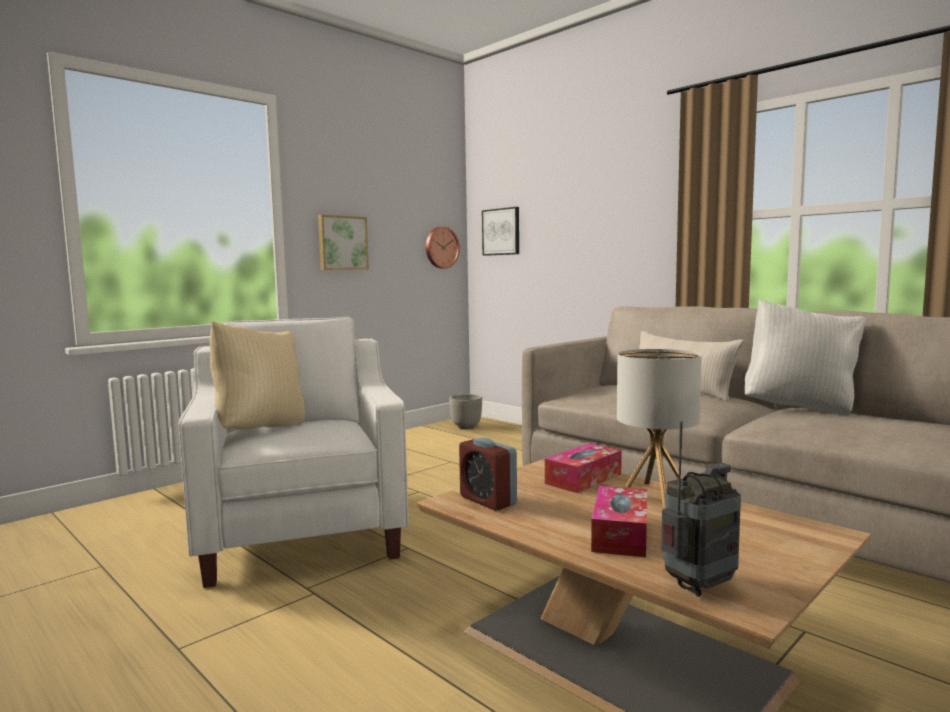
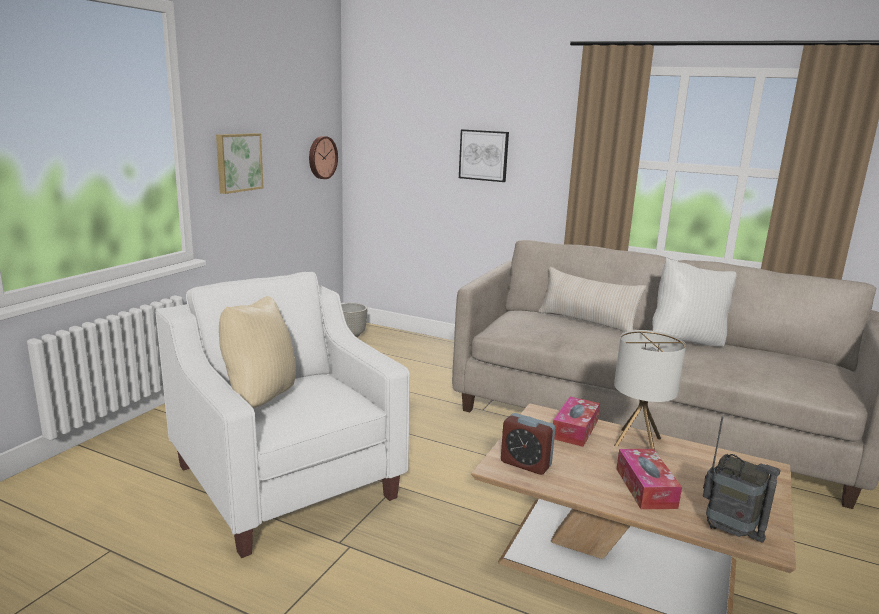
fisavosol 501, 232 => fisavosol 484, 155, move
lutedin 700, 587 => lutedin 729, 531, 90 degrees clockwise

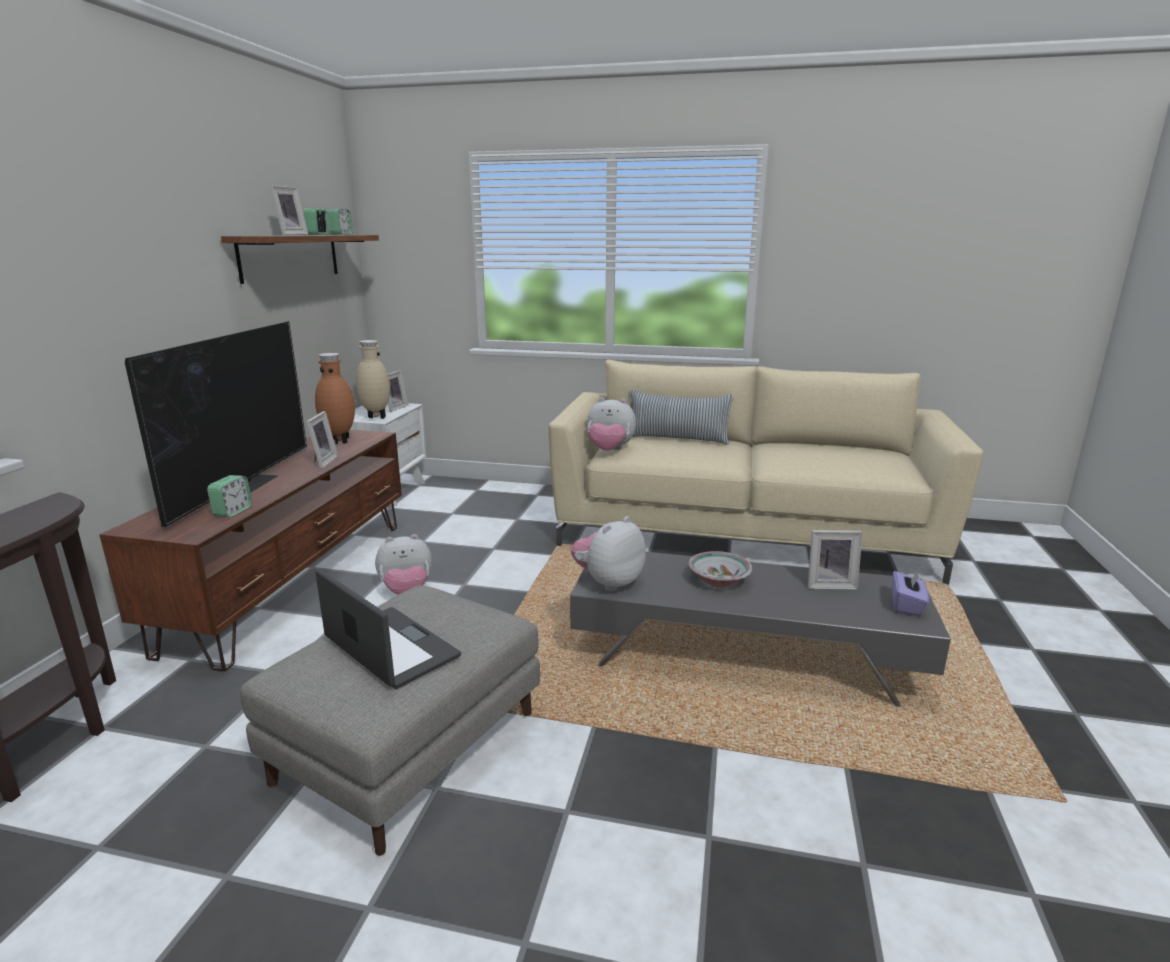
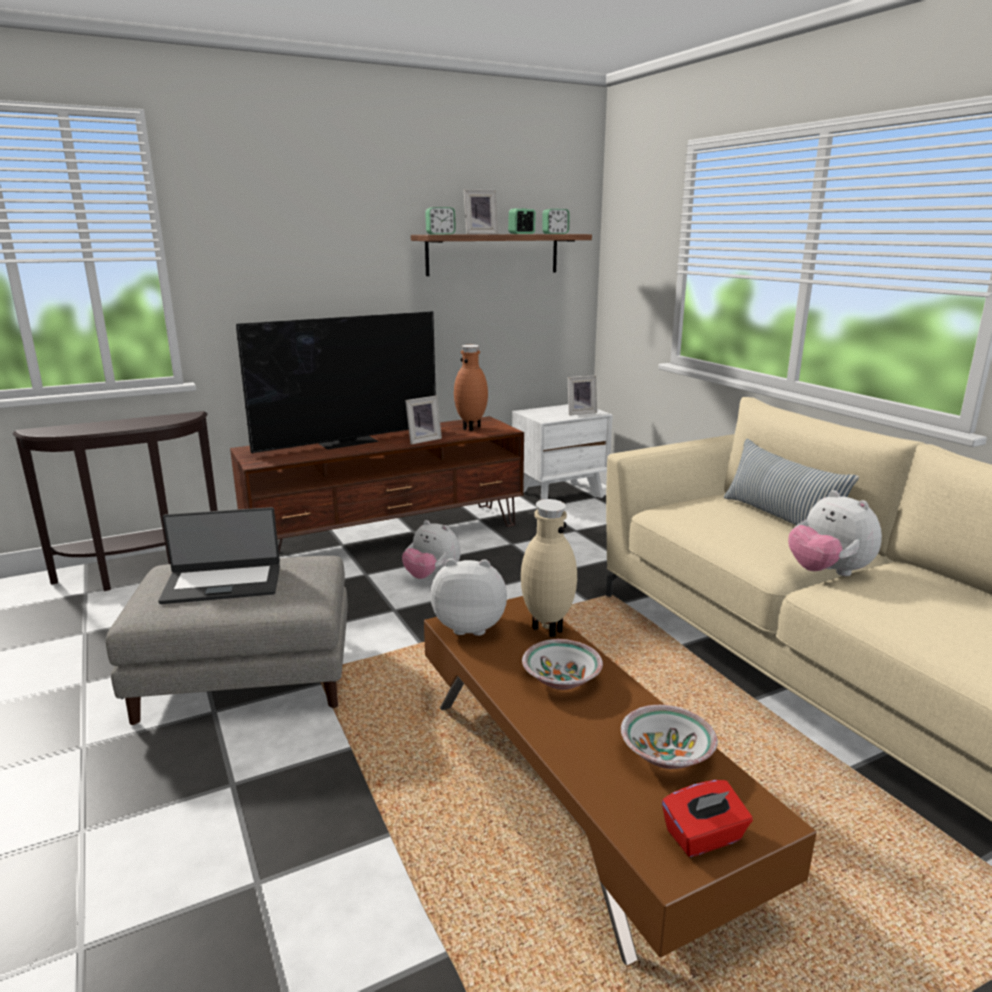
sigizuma 233, 511 => sigizuma 440, 234, move
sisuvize 390, 648 => sisuvize 223, 583, 75 degrees clockwise
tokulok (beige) 375, 417 => tokulok (beige) 546, 628, move
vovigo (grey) 745, 654 => vovigo (brown) 577, 788
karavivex 609, 450 => karavivex 827, 572, move
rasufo 829, 584 => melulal 667, 755
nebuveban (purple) 907, 605 => nebuveban (red) 704, 837

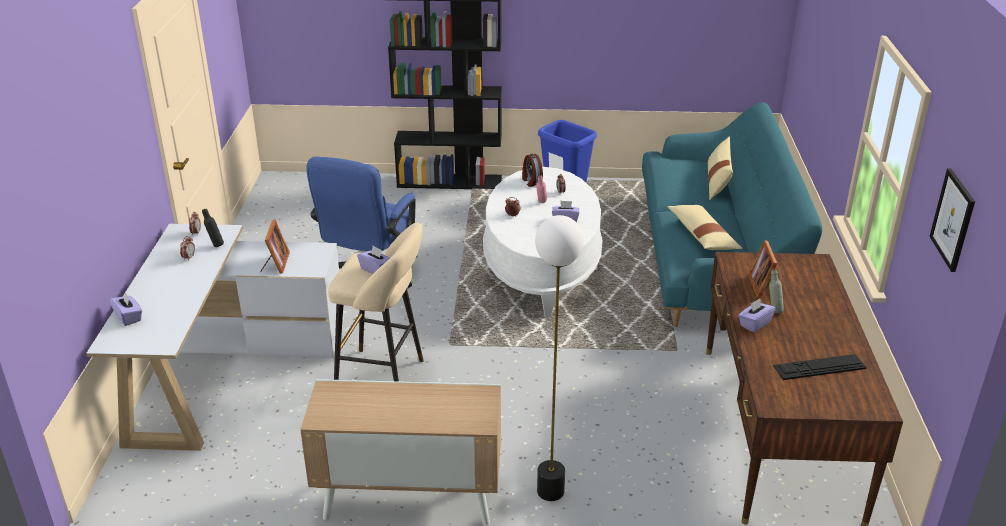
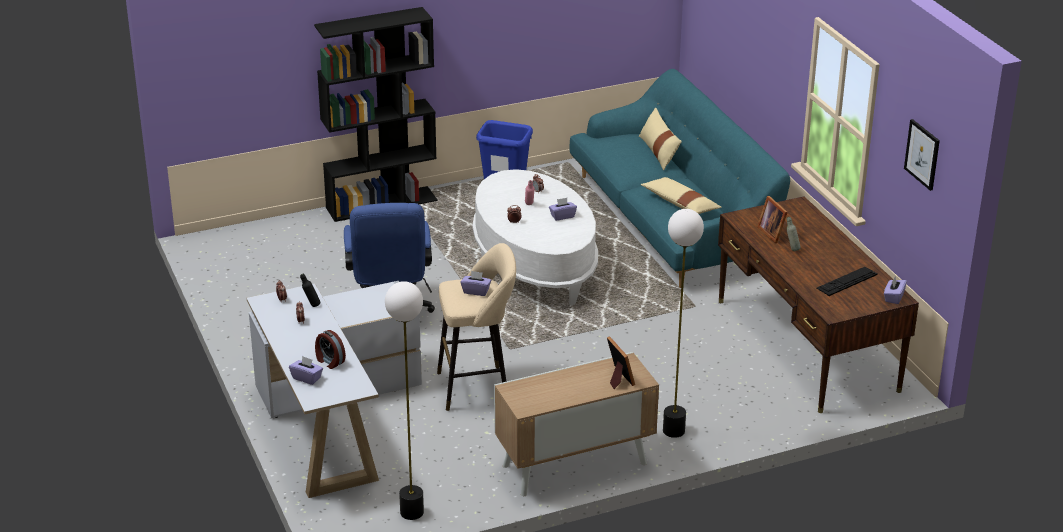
rasufo 276, 264 => rasufo 618, 378, move
sigizuma 531, 181 => sigizuma 329, 361, move
nebuveban (purple) 754, 324 => nebuveban (purple) 893, 297, move
nothing => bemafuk 412, 512

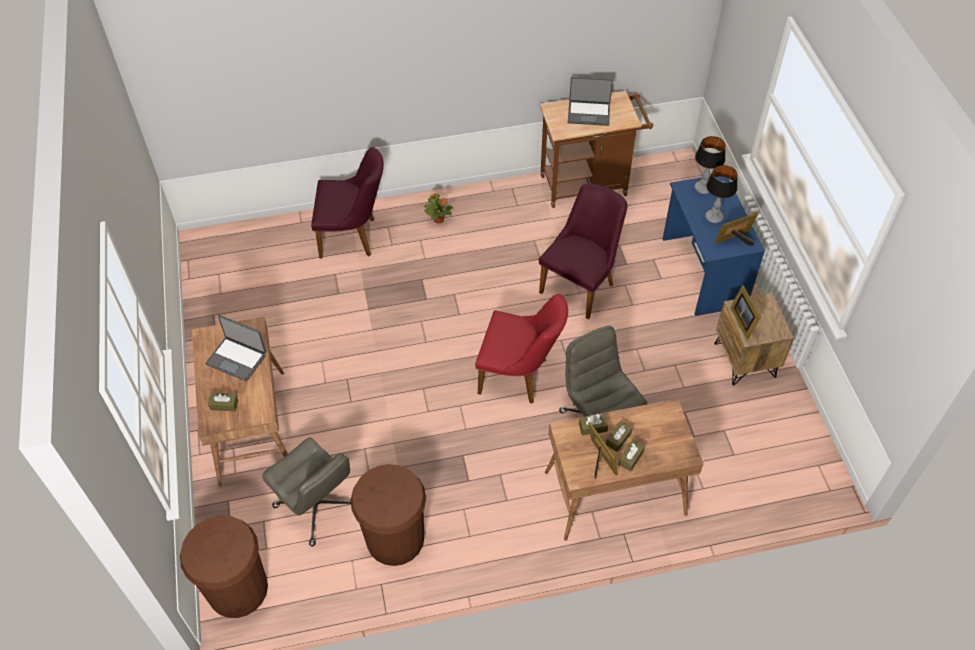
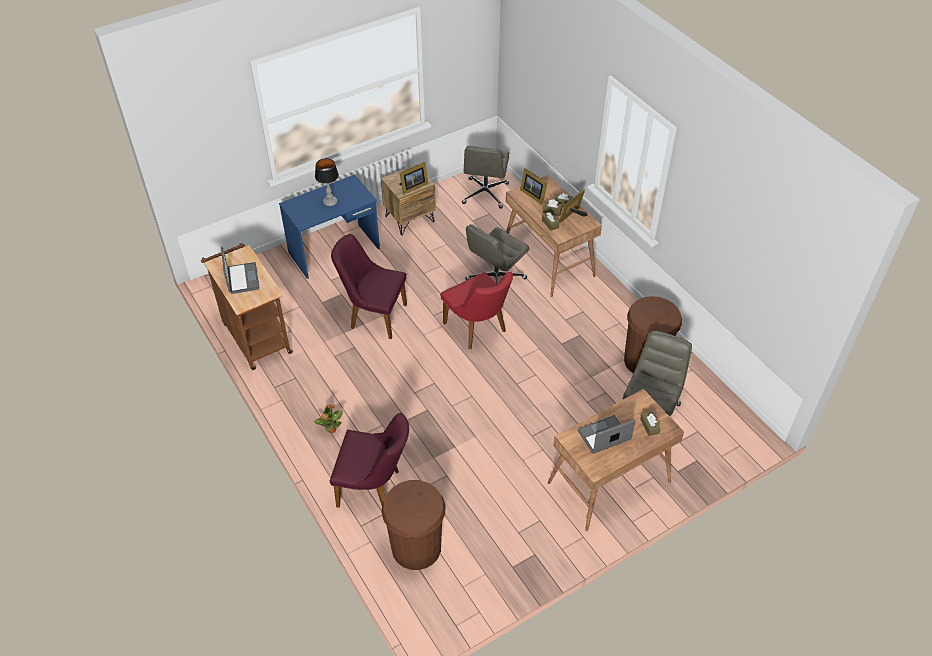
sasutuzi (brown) 238, 589 => sasutuzi (brown) 416, 547, move
sisuvize 237, 358 => sisuvize 604, 436, 120 degrees counterclockwise
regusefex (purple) 354, 237 => regusefex (purple) 375, 488, 120 degrees clockwise
regusefex (red) 519, 376 => regusefex (red) 478, 330, 150 degrees clockwise
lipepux 703, 188 => nothing
rasufo 735, 240 => rasufo 533, 195, move
nothing => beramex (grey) 485, 194

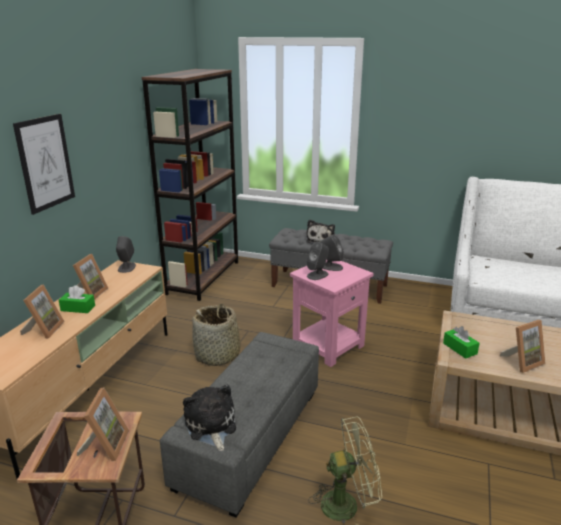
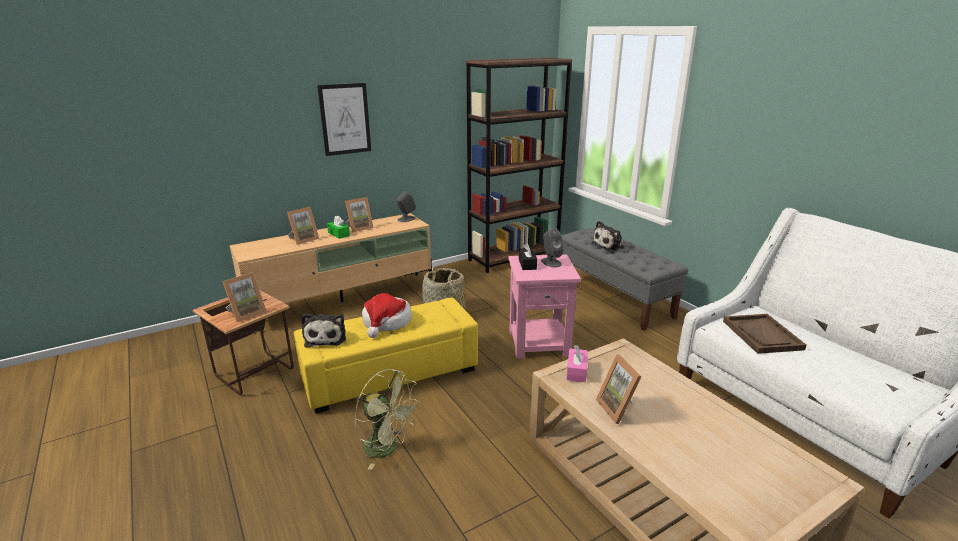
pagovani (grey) 250, 436 => pagovani (yellow) 390, 374
karavivex 211, 426 => karavivex 326, 337, 150 degrees clockwise
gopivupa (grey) 317, 275 => nebuveban (black) 527, 264
nebuveban (green) 459, 348 => nebuveban (pink) 576, 371
rasufo 522, 362 => rasufo 619, 409, 60 degrees clockwise
nothing => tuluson 386, 322
nothing => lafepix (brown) 762, 335

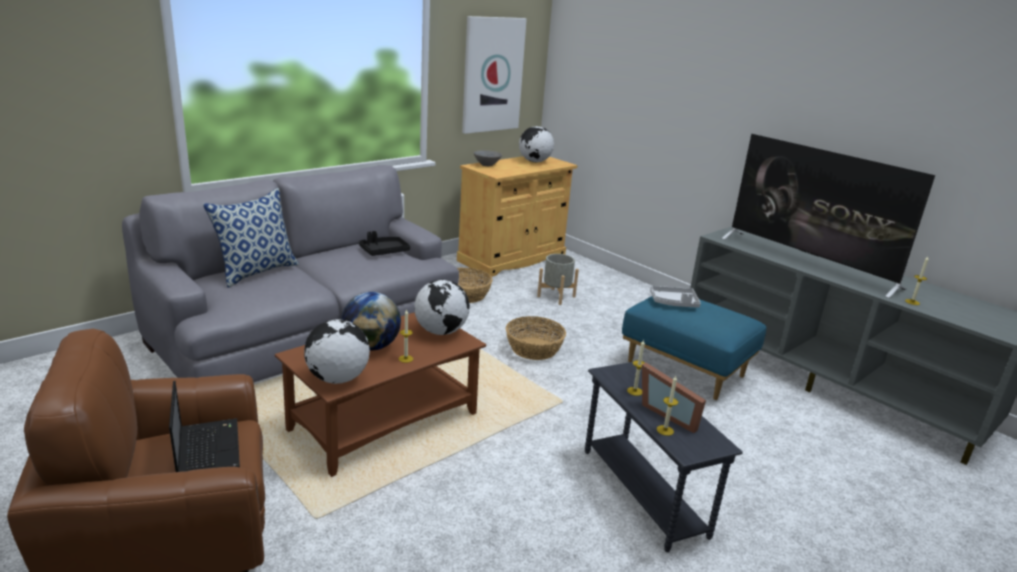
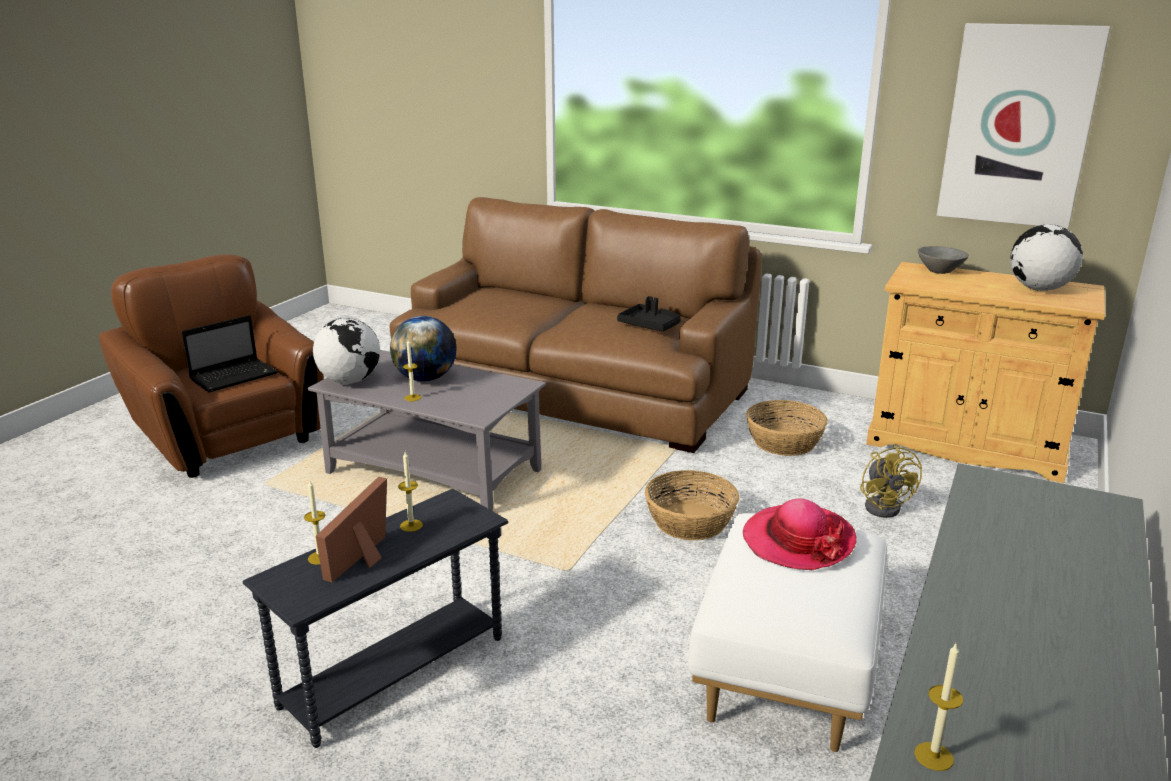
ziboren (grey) 308, 332 => ziboren (brown) 572, 390
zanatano 257, 272 => nothing
vovigo (brown) 385, 421 => vovigo (grey) 435, 472
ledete 441, 331 => nothing
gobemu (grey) 556, 296 => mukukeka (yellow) 885, 506
pagovani (blue) 686, 369 => pagovani (white) 788, 674
lafepix (grey) 674, 303 => tuluson 798, 541
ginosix 808, 262 => nothing

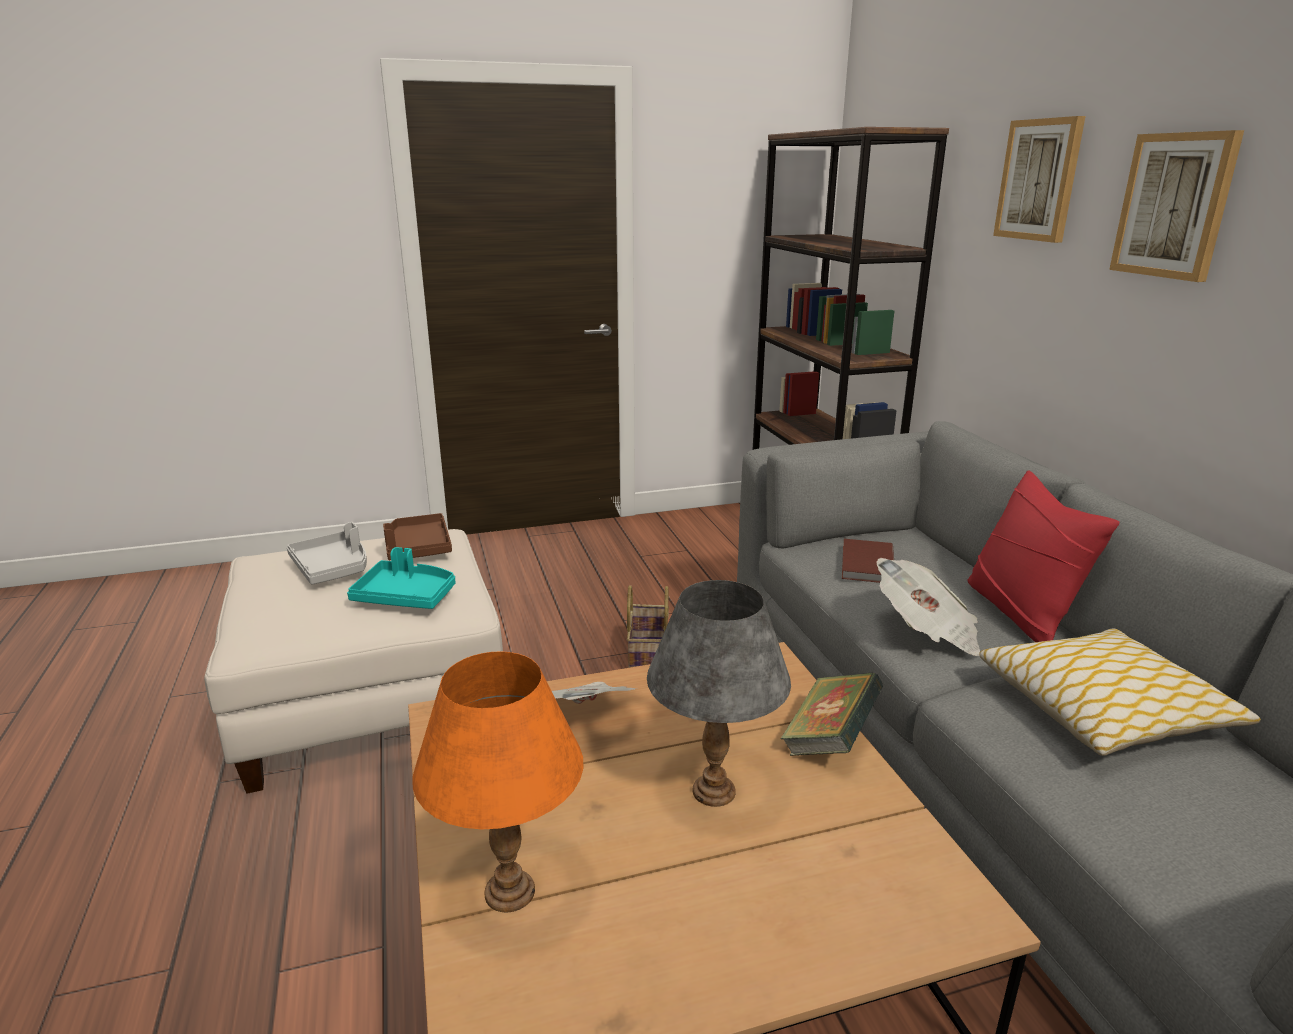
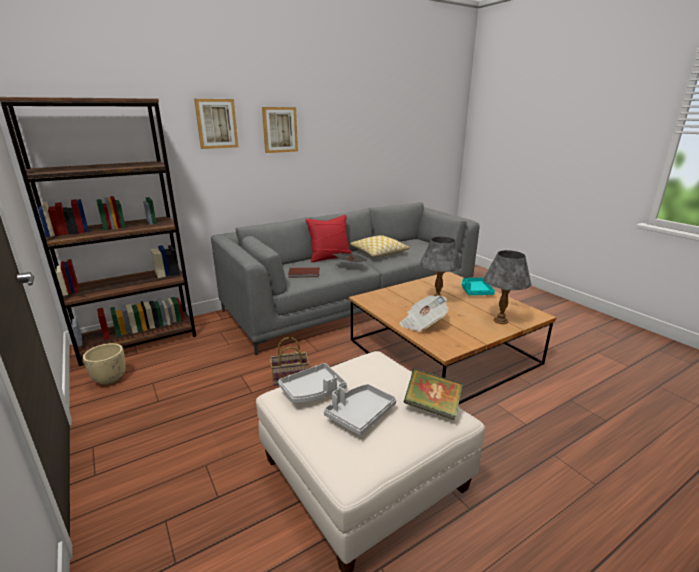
lafepix (turquoise) 406, 596 => lafepix (turquoise) 475, 291, move
lafepix (brown) 418, 548 => lafepix (grey) 313, 391
lipepux (orange) 511, 891 => lipepux (grey) 500, 320
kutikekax 829, 740 => kutikekax 432, 407, move
nothing => gobemu (beige) 110, 379

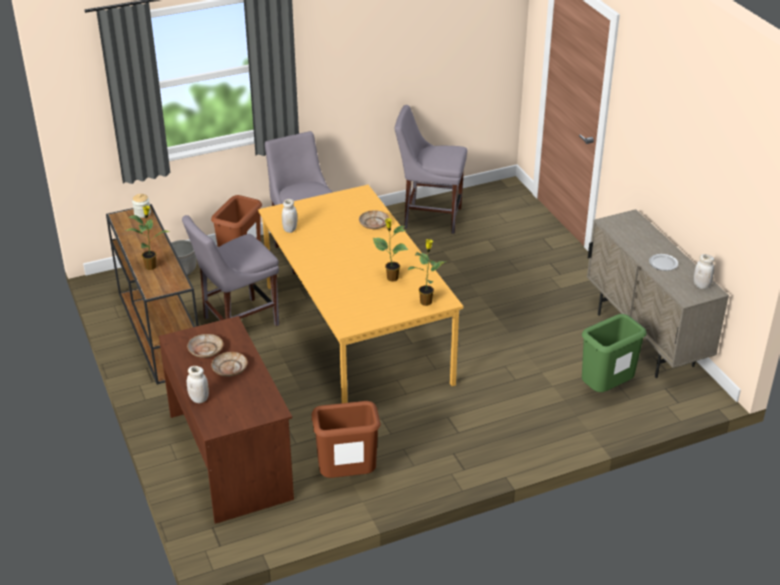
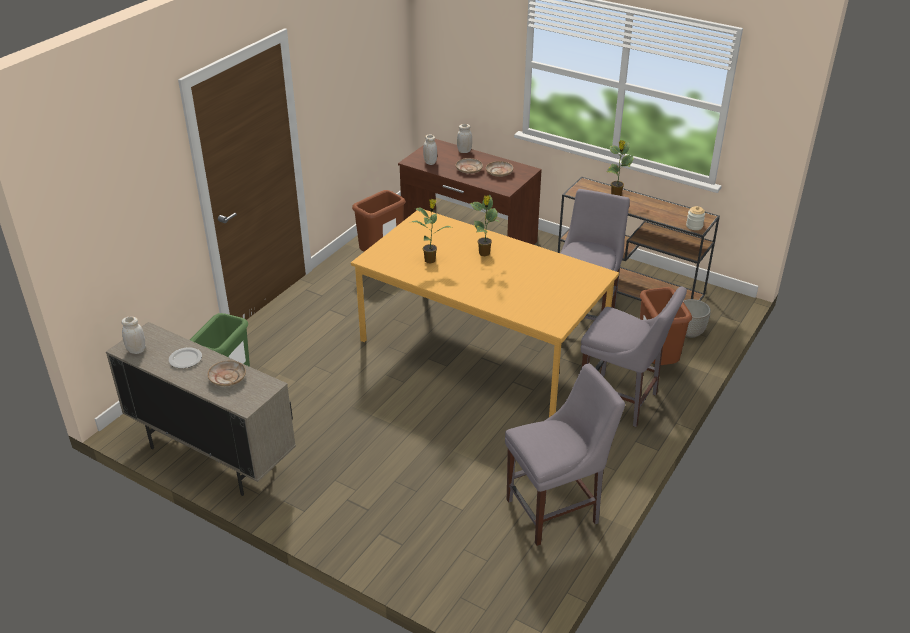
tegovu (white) 290, 229 => tegovu (white) 430, 162, move
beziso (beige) 374, 224 => beziso (beige) 227, 377, move
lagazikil 426, 301 => lagazikil 484, 253, move

